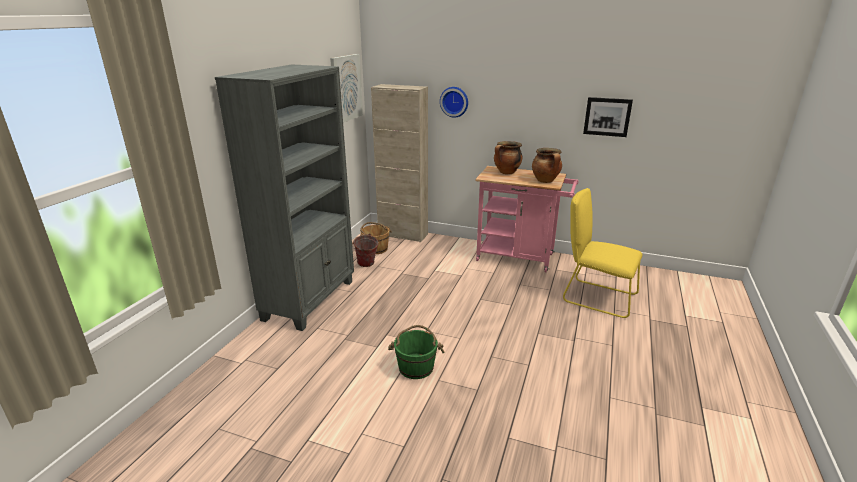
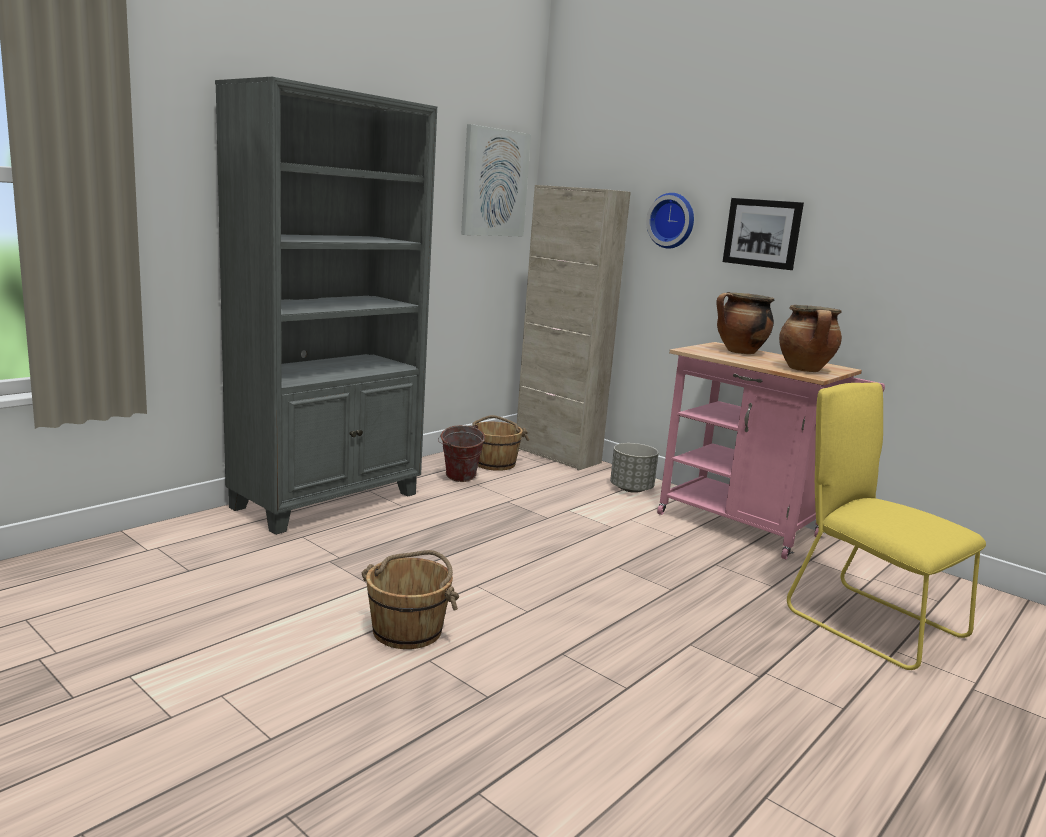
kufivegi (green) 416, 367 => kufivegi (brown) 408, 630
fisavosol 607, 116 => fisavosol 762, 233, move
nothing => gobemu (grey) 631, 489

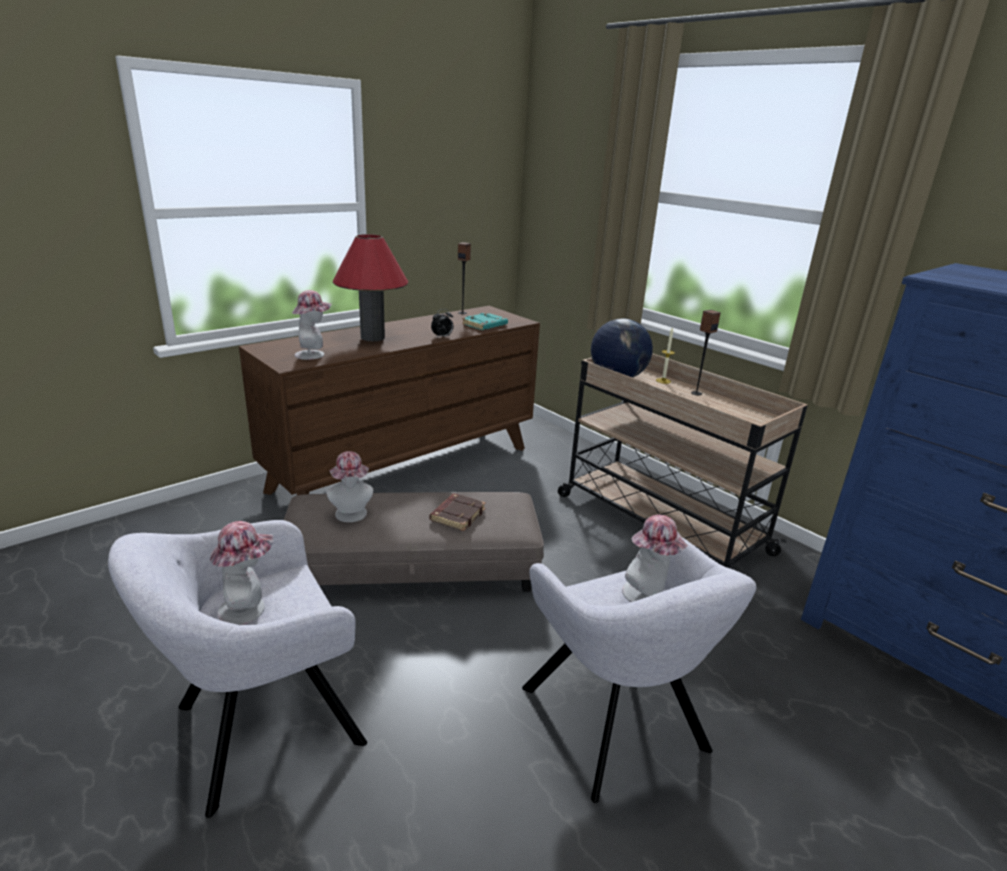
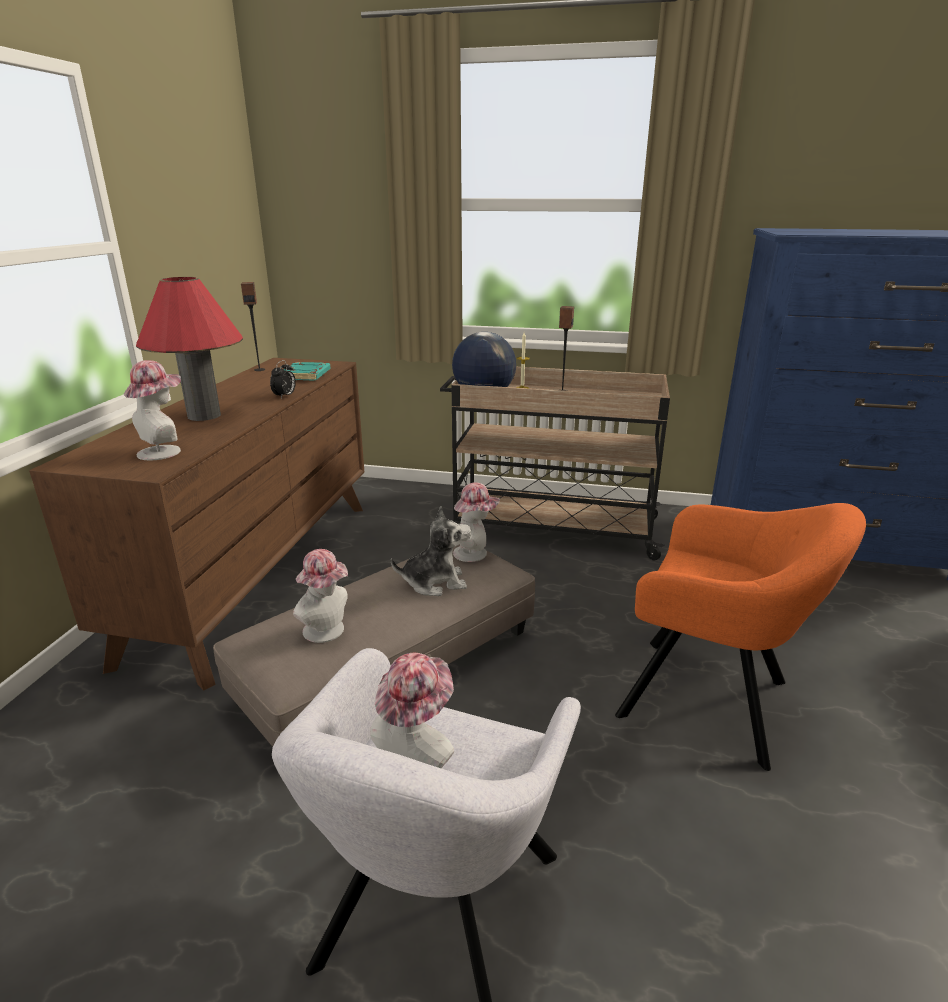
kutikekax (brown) 457, 515 => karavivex 435, 582
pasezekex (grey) 618, 724 => pasezekex (orange) 712, 701
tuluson 648, 596 => tuluson 475, 553, move

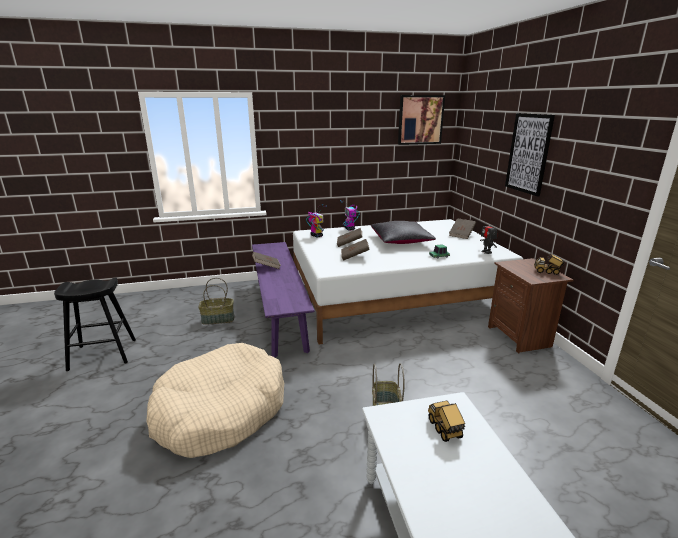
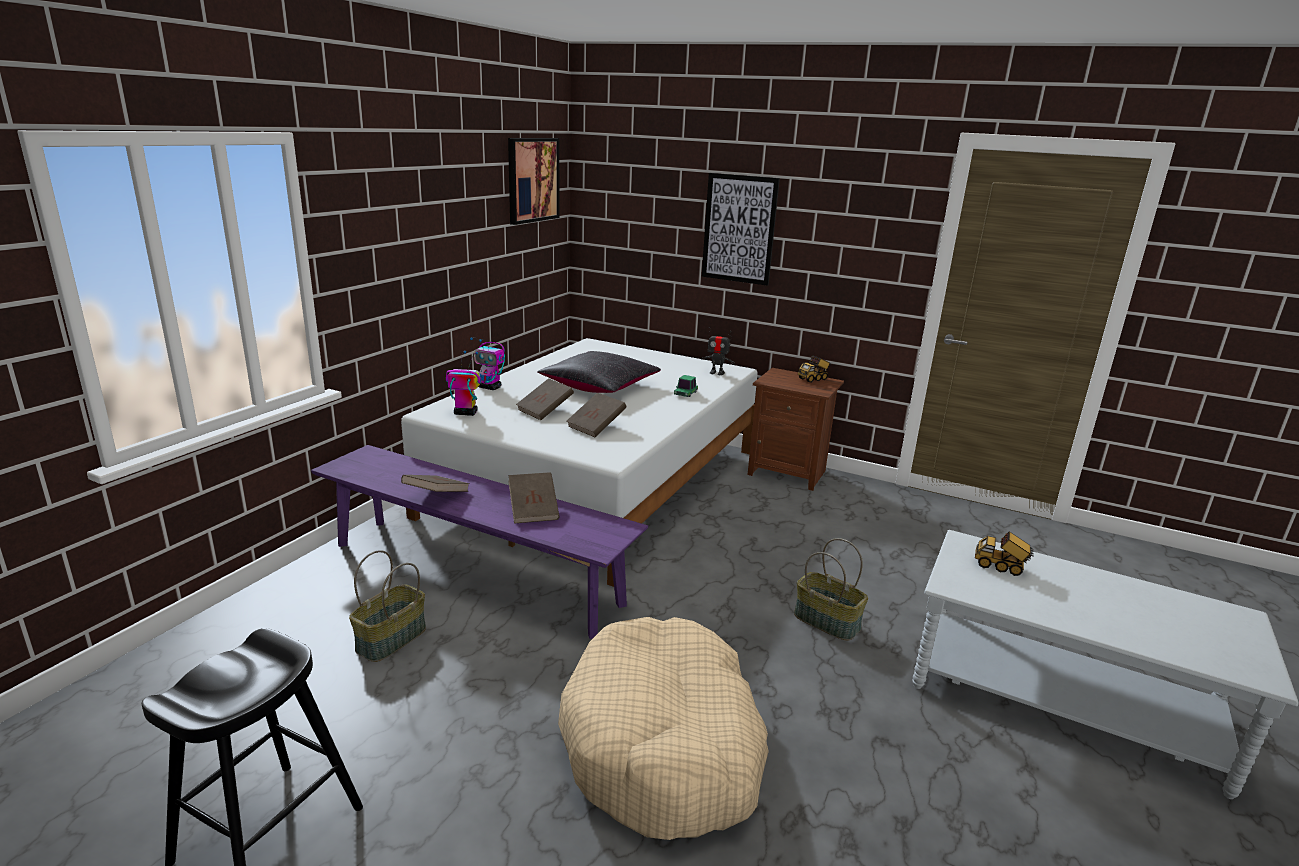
kutikekax (brown) 461, 234 => kutikekax (brown) 533, 510, move

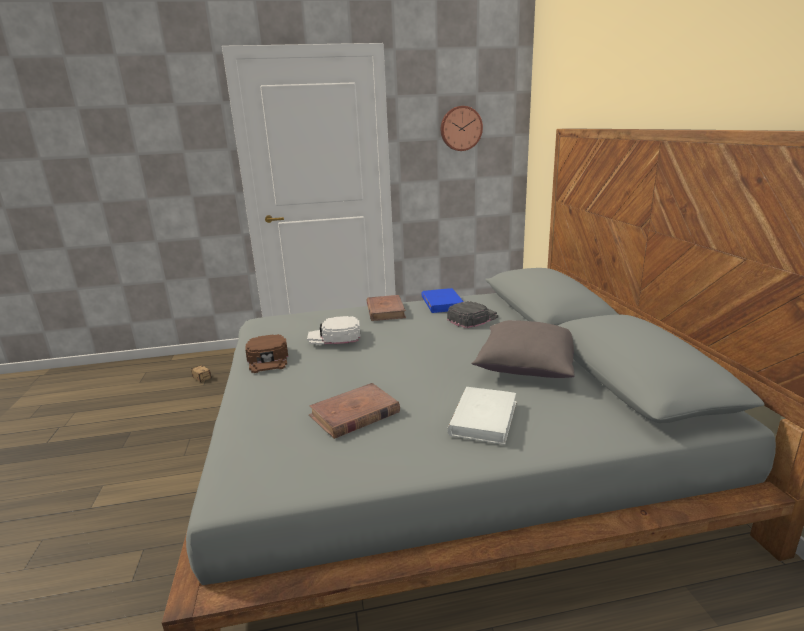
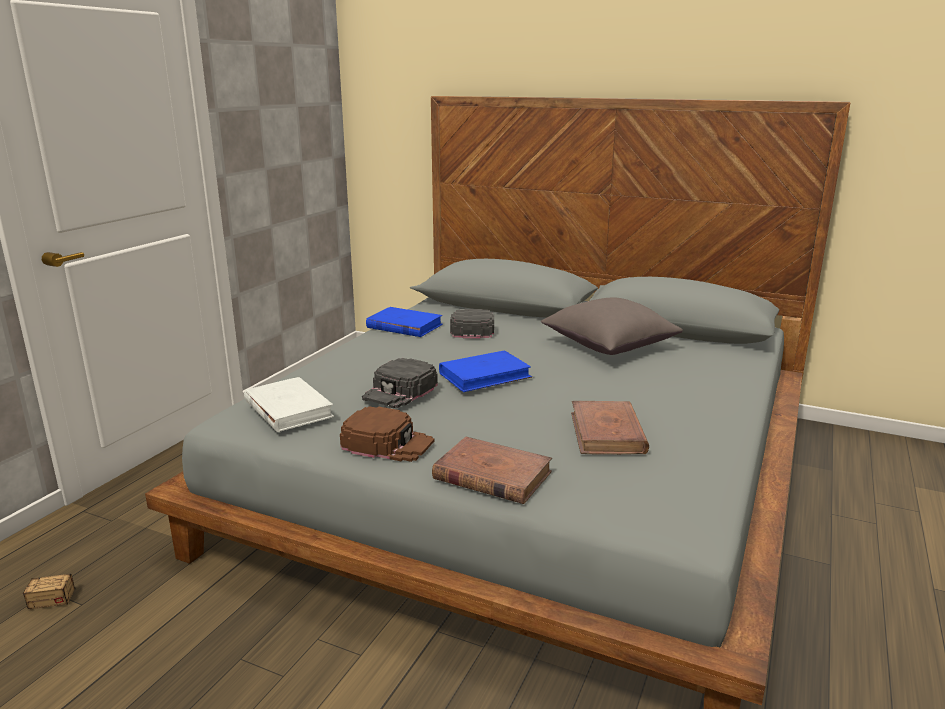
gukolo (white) 334, 336 => gukolo (black) 400, 391
kutikekax (brown) 385, 311 => kutikekax (brown) 491, 475, move
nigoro 460, 128 => nothing
kutikekax (white) 483, 418 => kutikekax (white) 288, 409, move
nothing => kutikekax (blue) 485, 375

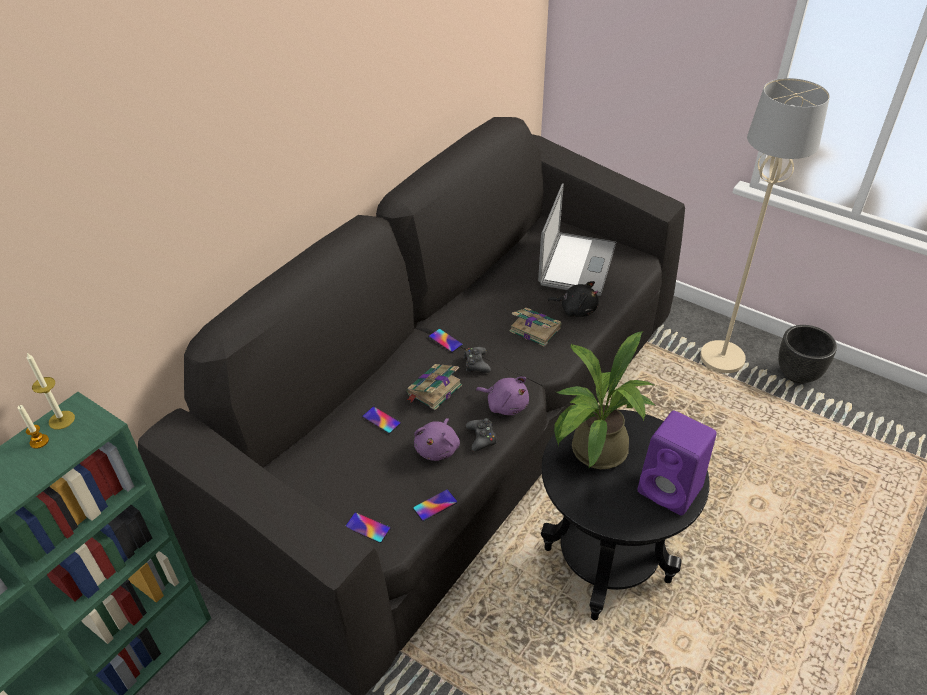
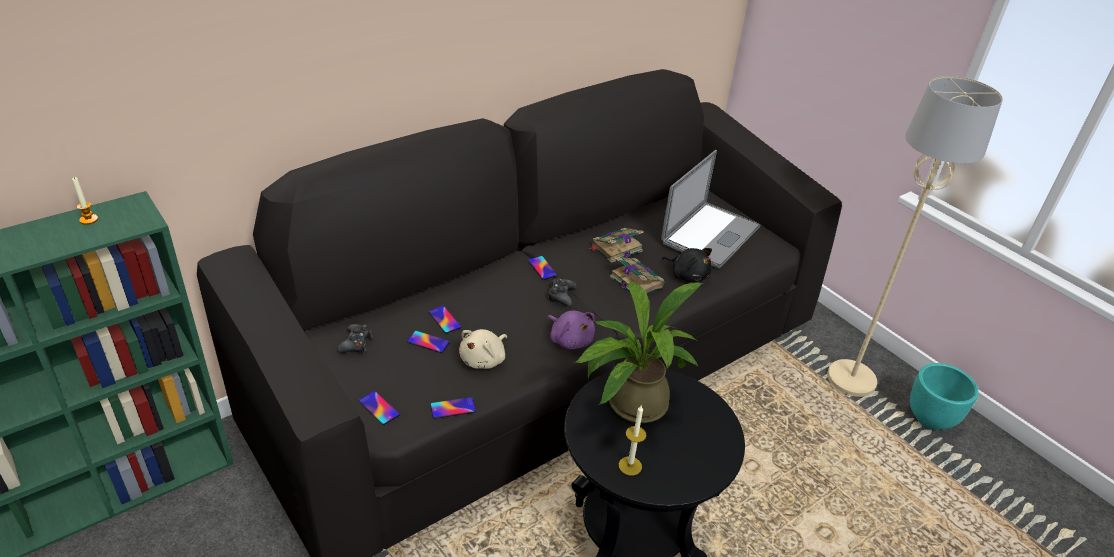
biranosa 61, 420 => biranosa 630, 466, move
kutikekax 433, 390 => kutikekax 615, 248, move
karavivex (purple) 438, 448 => karavivex (beige) 484, 359
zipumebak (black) 481, 438 => zipumebak (black) 356, 343, move
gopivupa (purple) 672, 490 => nothing
gobemu (black) 797, 374 => gobemu (turquoise) 929, 418
nothing => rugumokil 428, 342

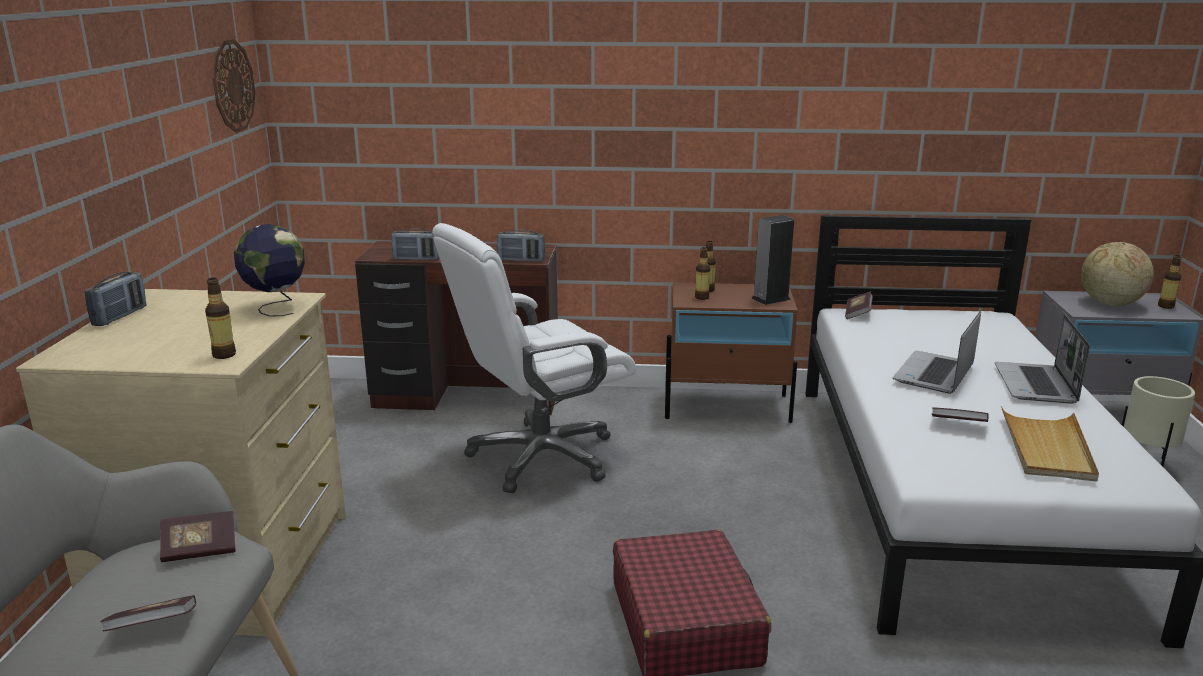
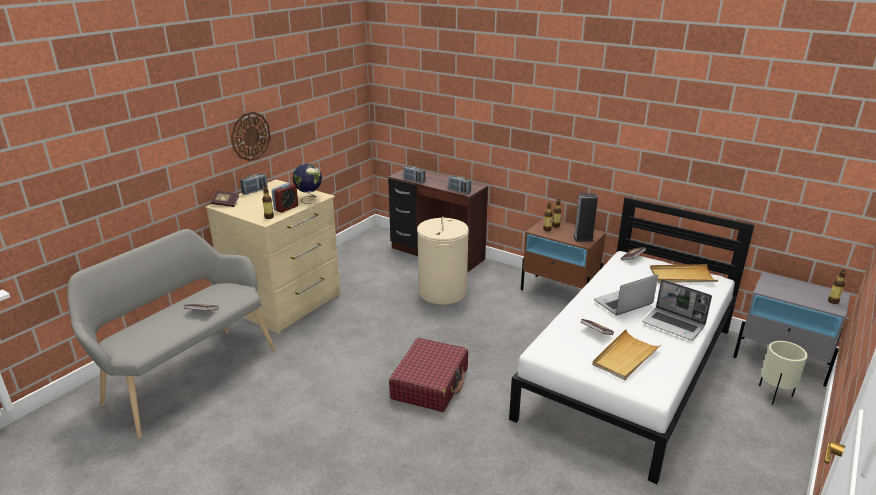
kutikekax 200, 549 => kutikekax 226, 204, move
nigoro 232, 86 => nigoro 250, 136, move
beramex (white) 540, 457 => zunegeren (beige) 442, 292
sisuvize 1036, 385 => sisuvize 674, 325, 90 degrees counterclockwise
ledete 1109, 303 => nothing
nothing => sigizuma 286, 208
nothing => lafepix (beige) 682, 276

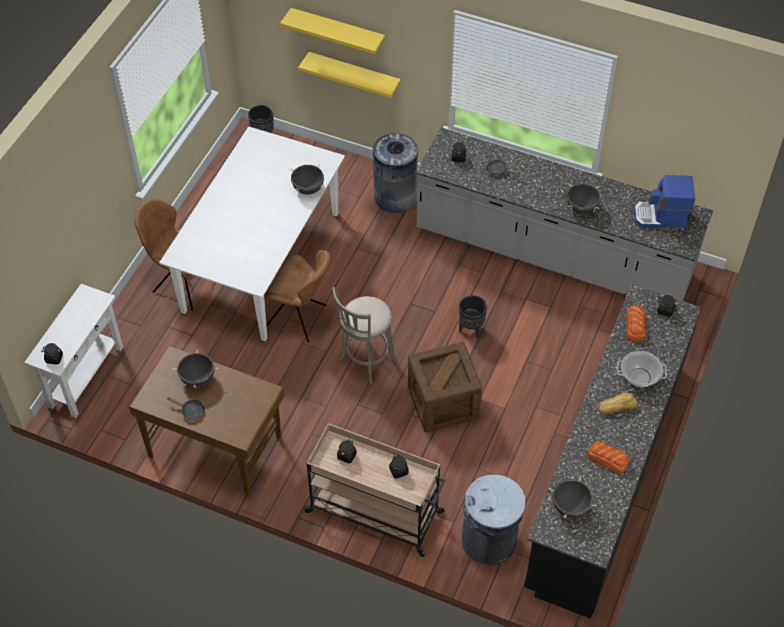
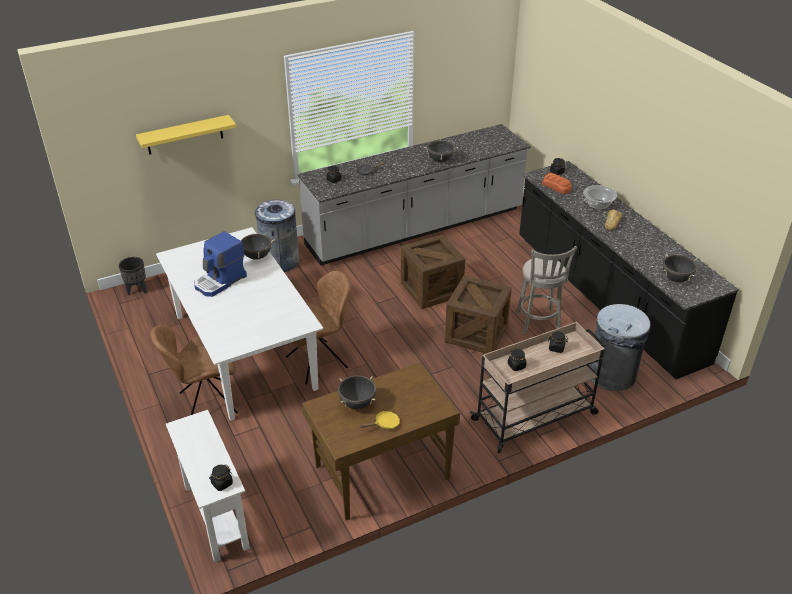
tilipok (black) 190, 411 => tilipok (yellow) 384, 424
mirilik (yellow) 354, 74 => nothing
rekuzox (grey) 365, 361 => rekuzox (grey) 538, 324, move
gobemu (black) 471, 330 => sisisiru 431, 290
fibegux 607, 458 => nothing
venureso 661, 217 => venureso 220, 281, move

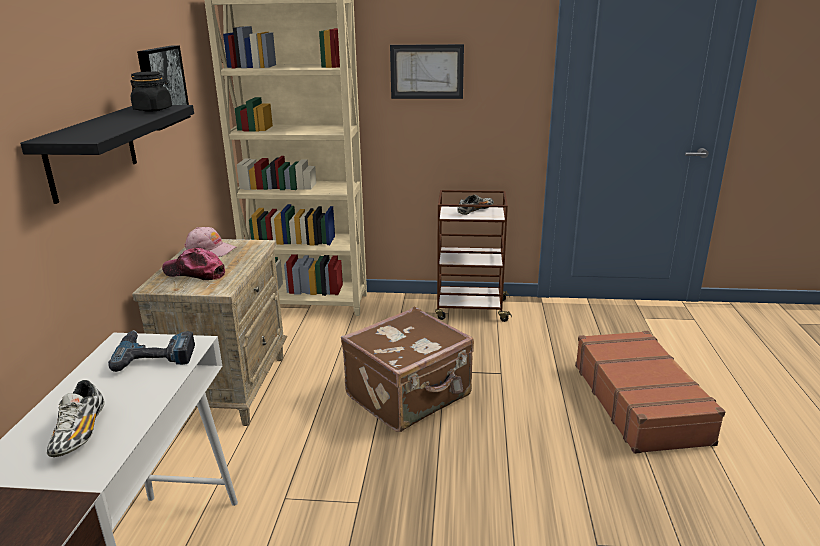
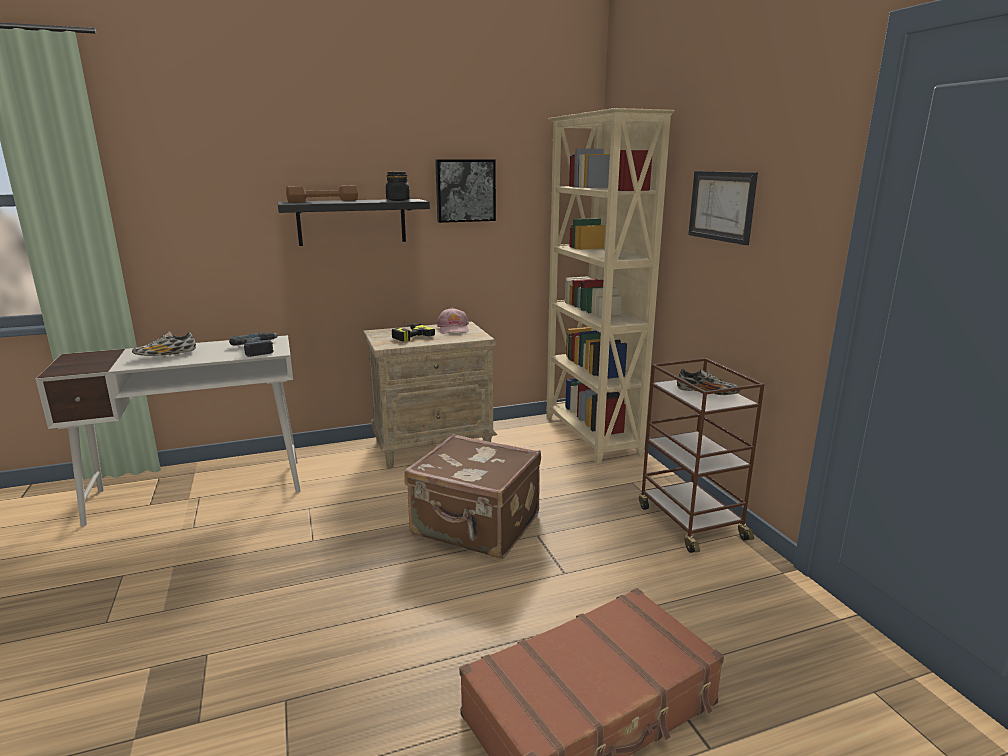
gukolo 195, 273 => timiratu 406, 334
nothing => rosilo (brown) 323, 201

